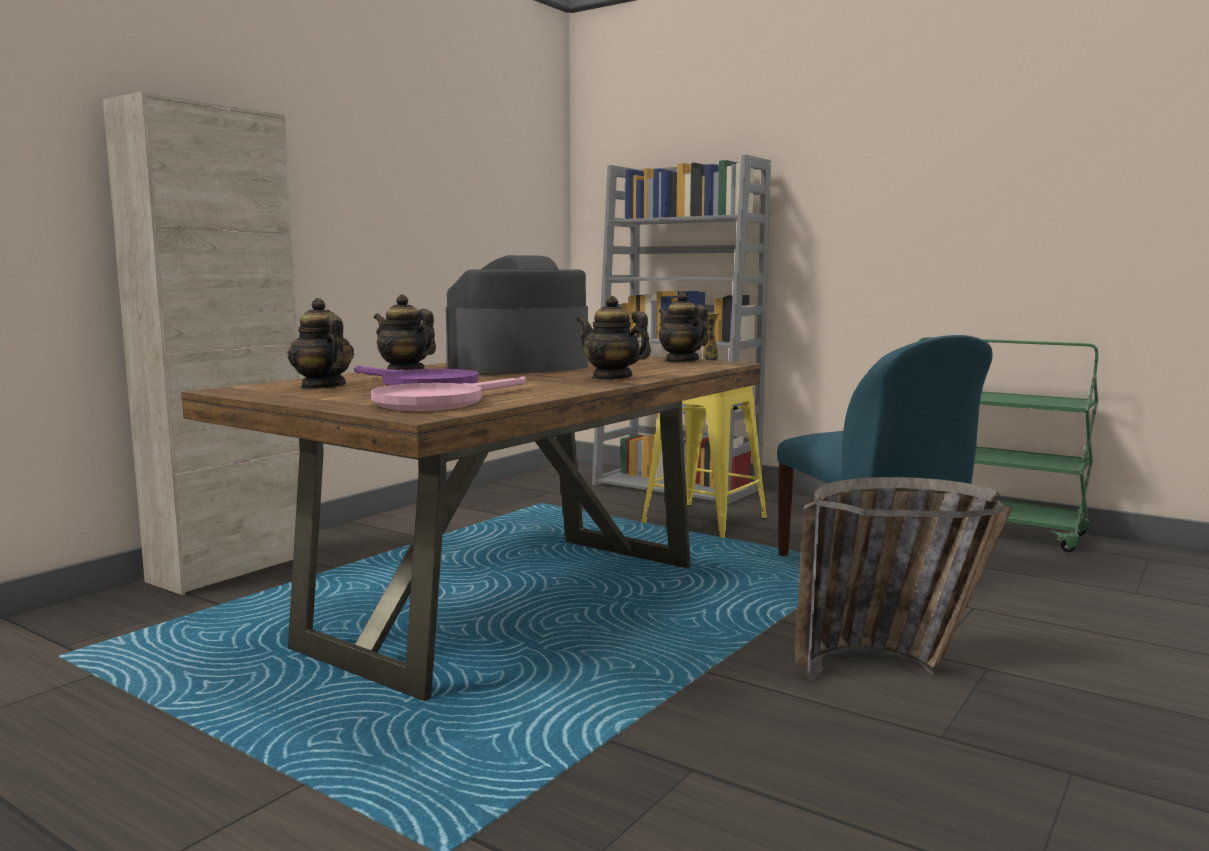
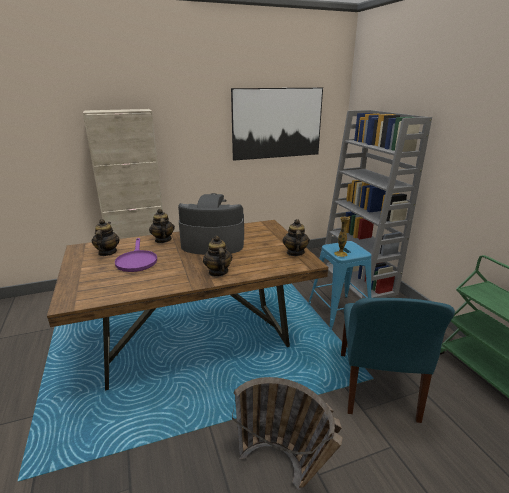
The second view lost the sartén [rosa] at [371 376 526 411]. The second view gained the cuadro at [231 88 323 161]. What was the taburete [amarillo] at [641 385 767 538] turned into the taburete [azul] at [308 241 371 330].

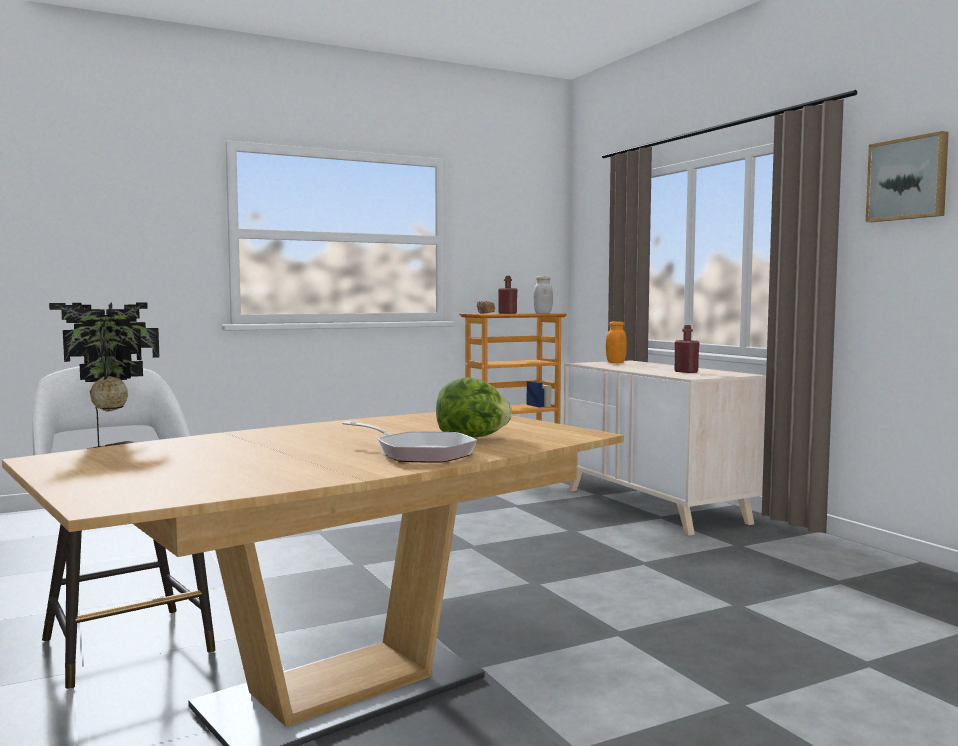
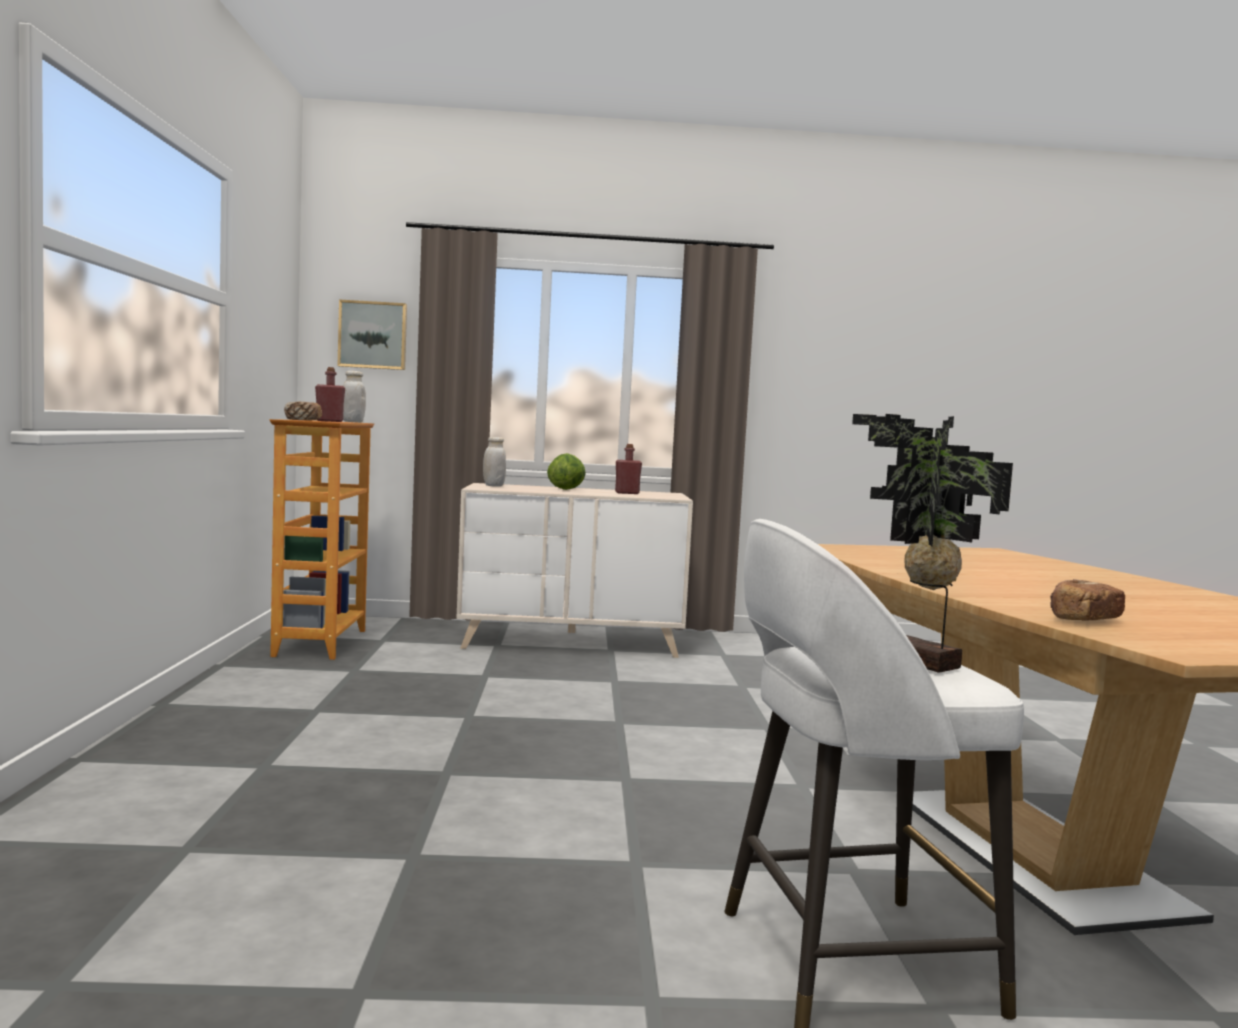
The second view lost the sartén at [342 421 477 463]. The second view gained the pan at [1050 579 1125 621]. The lechuga ended up elsewhere, having gone from [436 377 512 437] to [547 453 586 490]. The cuadro ended up elsewhere, having gone from [866 131 949 222] to [338 299 407 370]. What was the tarro [naranja] at [606 322 627 363] turned into the tarro [blanco] at [483 437 506 487].

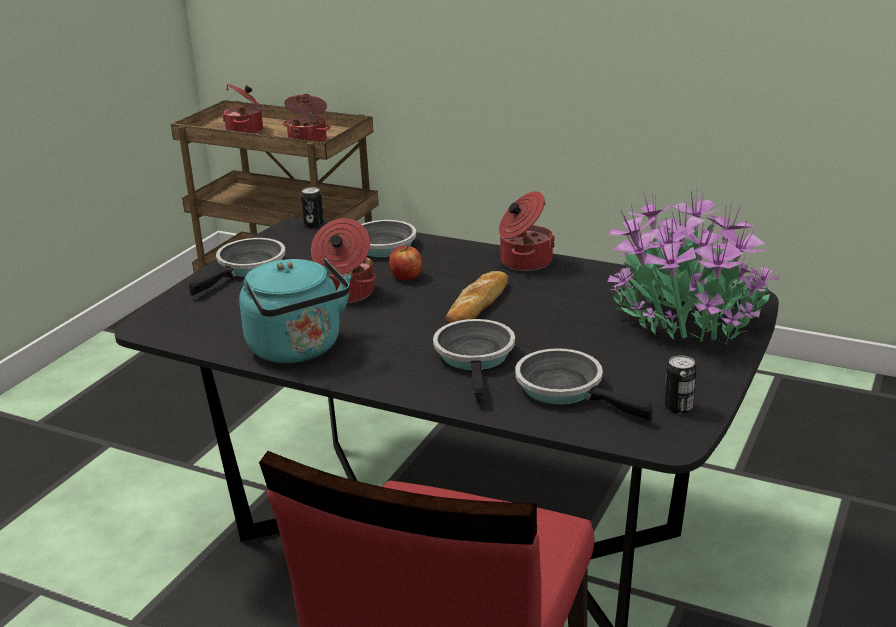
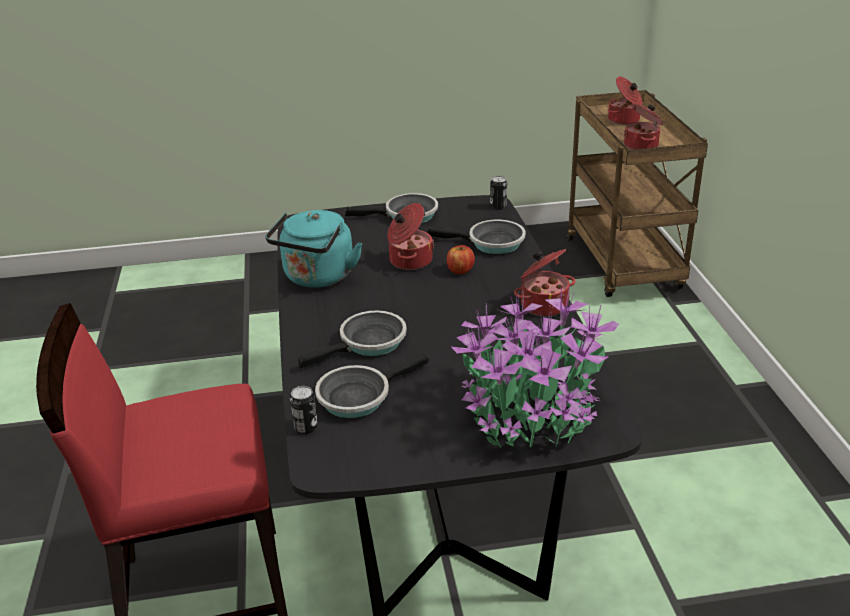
The second view lost the pan at [446 271 508 324]. The lata ended up elsewhere, having gone from [664 355 697 414] to [290 386 318 434]. The sartén at [515 348 653 421] ended up facing another way, 135 degrees counterclockwise from before.

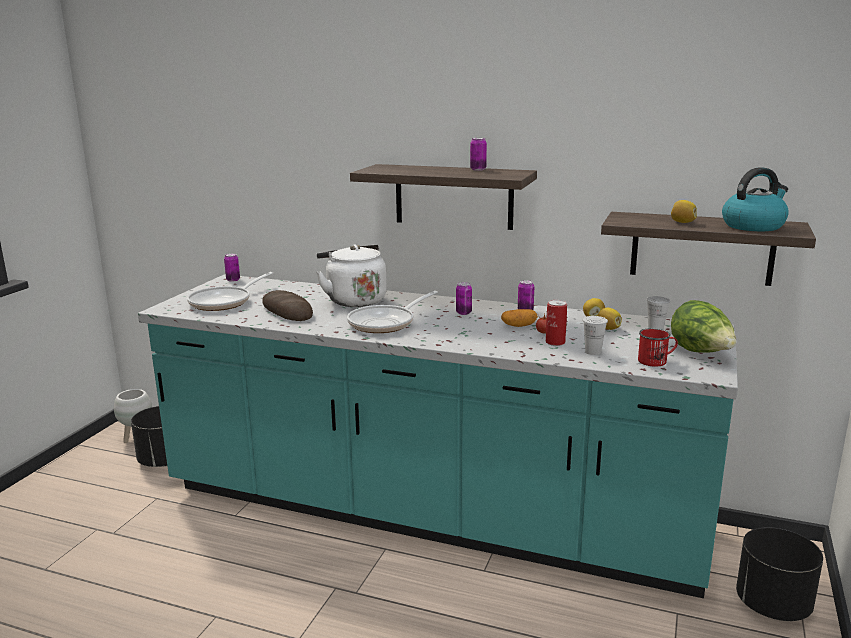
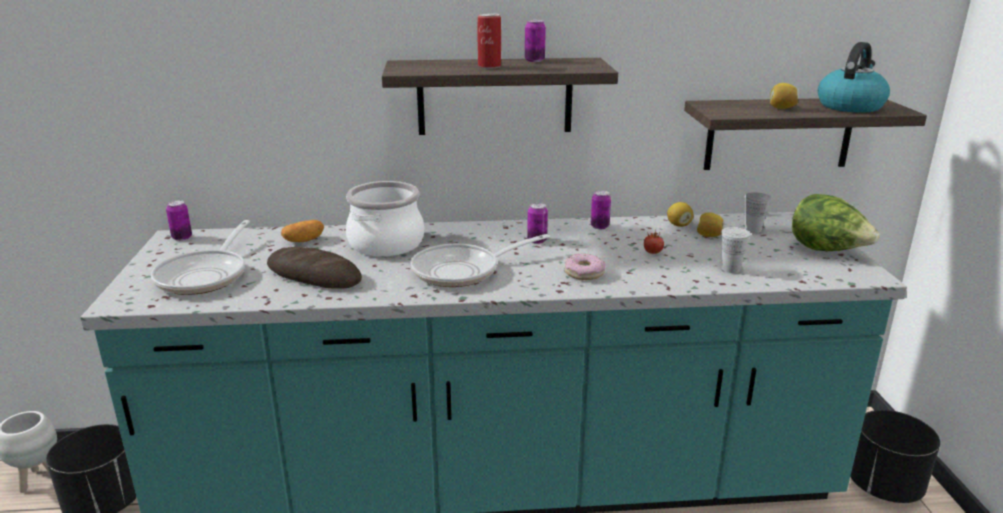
The second view lost the taza grande [rojo] at [638 328 678 367]. The second view gained the rosquilla at [565 254 606 280]. The patata ended up elsewhere, having gone from [501 309 538 327] to [281 220 324 242]. The lata ended up elsewhere, having gone from [546 300 567 346] to [478 13 501 68]. Where the hervidor [blanco] stood at [316 245 387 307], the olla came to stand at [346 181 424 256]. The sartén at [347 291 438 333] ended up facing another way, 45 degrees clockwise from before.

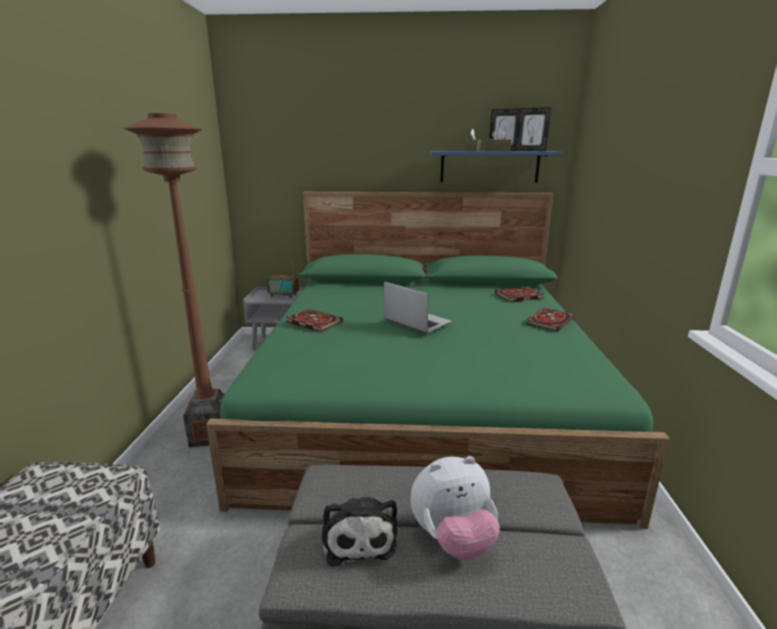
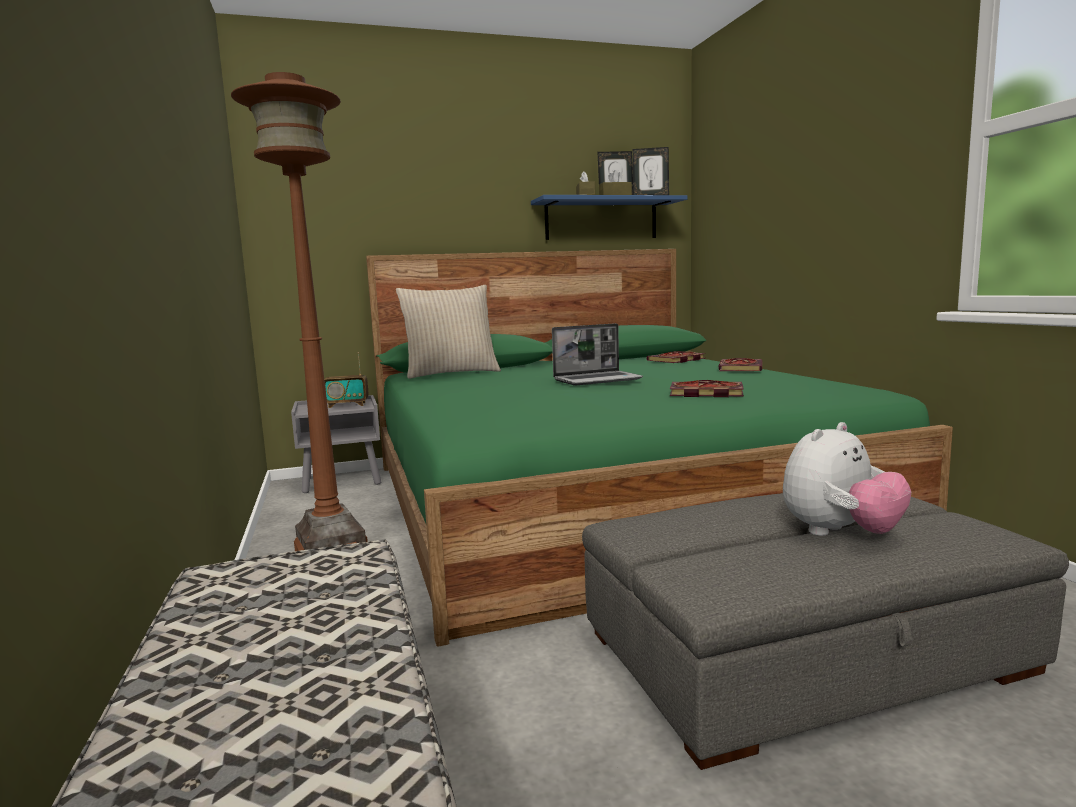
The second view lost the peluche at [322 497 397 567]. The second view gained the cojín [beis] at [396 285 501 379]. The libro ended up elsewhere, having gone from [286 309 343 332] to [670 380 744 397]. The portátil at [384 282 452 334] ended up facing another way, 135 degrees clockwise from before.

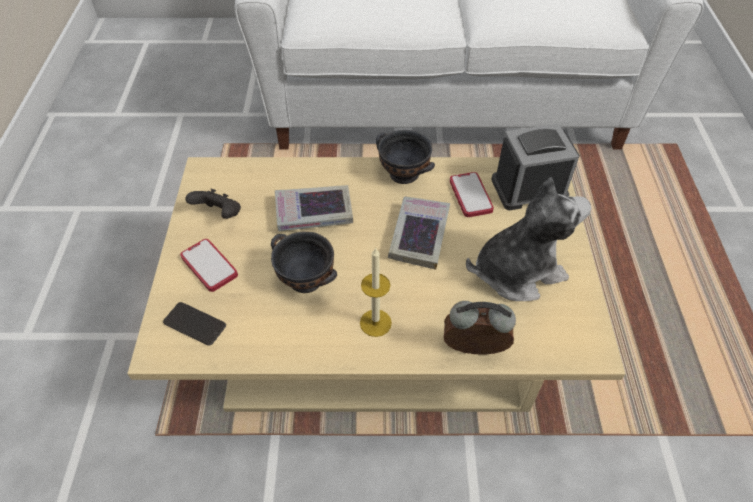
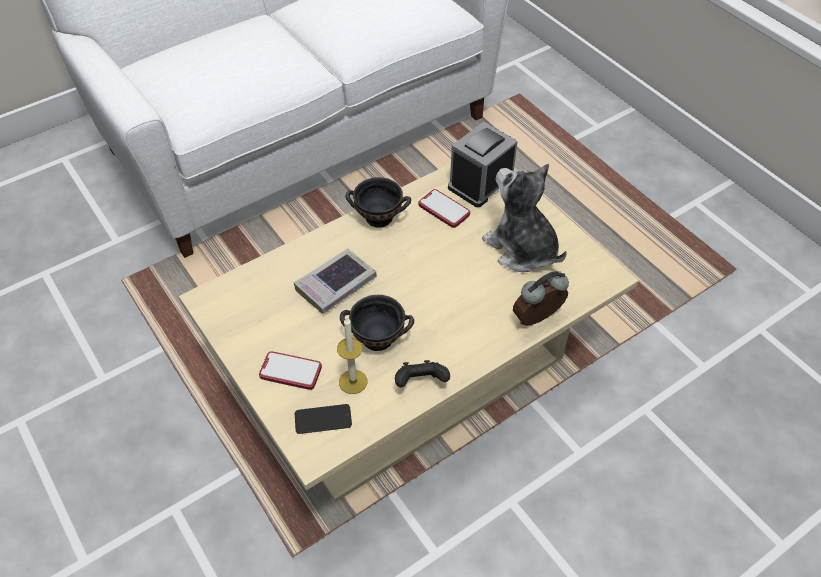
The second view lost the libro at [388 197 450 270]. The mando de consola [negro] ended up elsewhere, having gone from [185 189 241 219] to [395 360 450 388]. The vela ended up elsewhere, having gone from [360 248 392 337] to [337 318 367 394]. The peluche at [466 177 591 301] ended up facing another way, 75 degrees counterclockwise from before.

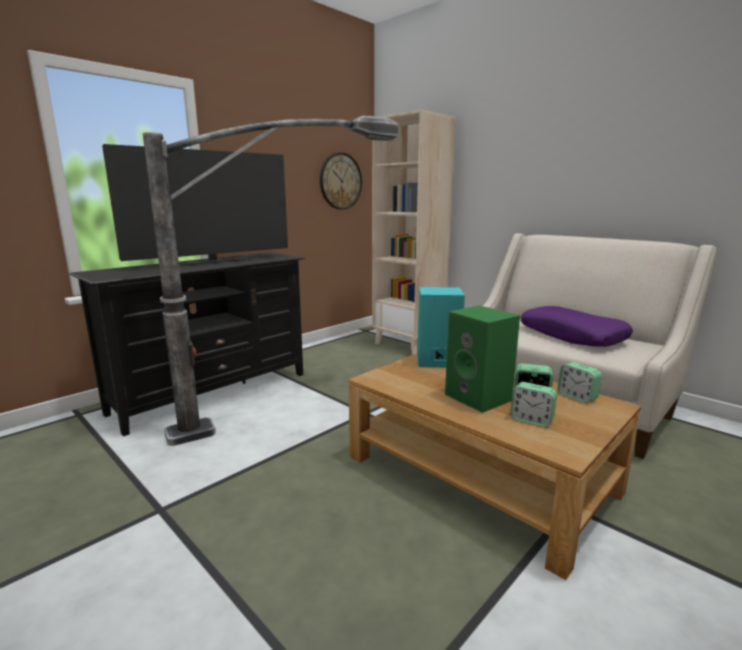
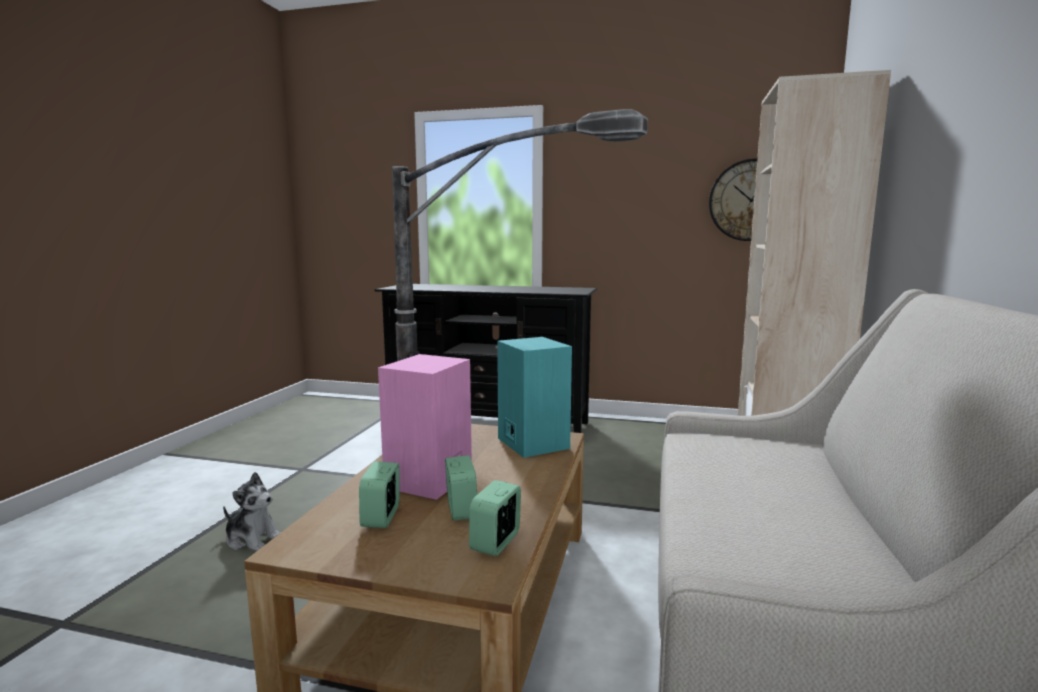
The second view lost the televisor at [102 144 288 266]. The second view lost the cojín [morado] at [520 306 633 347]. The second view gained the peluche at [223 472 281 551]. What was the altavoz [verde] at [445 305 520 413] turned into the altavoz [rosa] at [378 354 472 500].

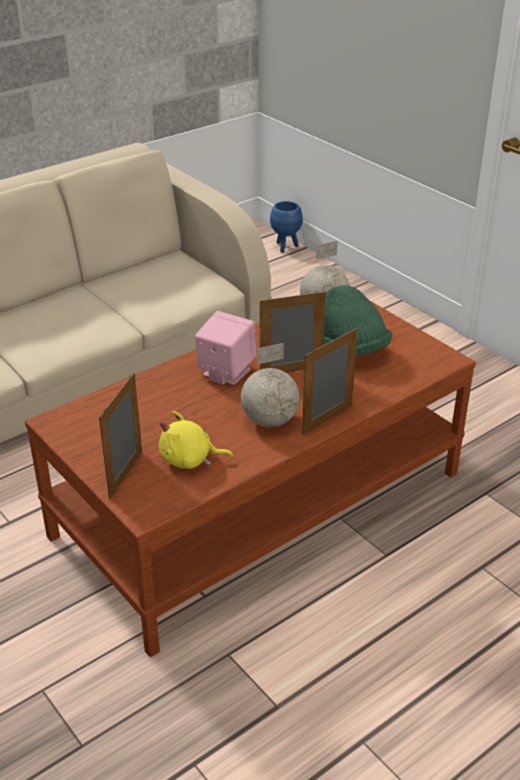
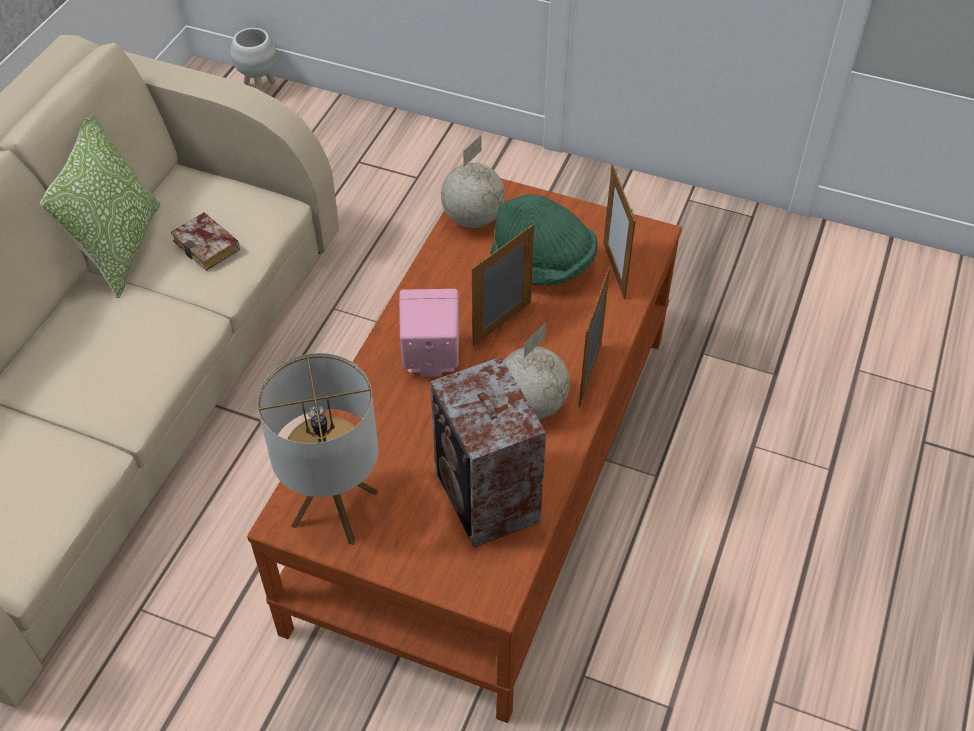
The second view gained the cojín at [40 115 161 298]. The second view gained the libro at [171 212 240 271]. The second view gained the lámpara de mesa at [257 353 378 545]. The portarretratos ended up elsewhere, having gone from [99 373 142 499] to [603 164 636 299]. Where the peluche [amarillo] stood at [159 411 233 469], the altavoz came to stand at [430 357 546 548]. What was the maceta [azul] at [270 201 303 253] turned into the maceta [blanco] at [231 28 277 92].

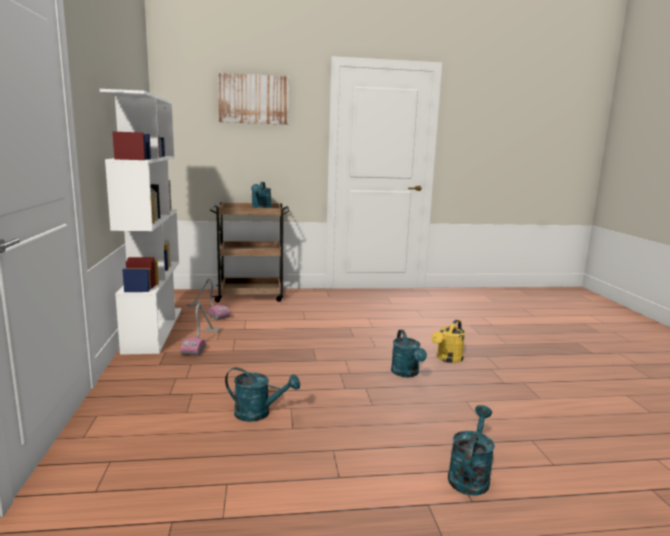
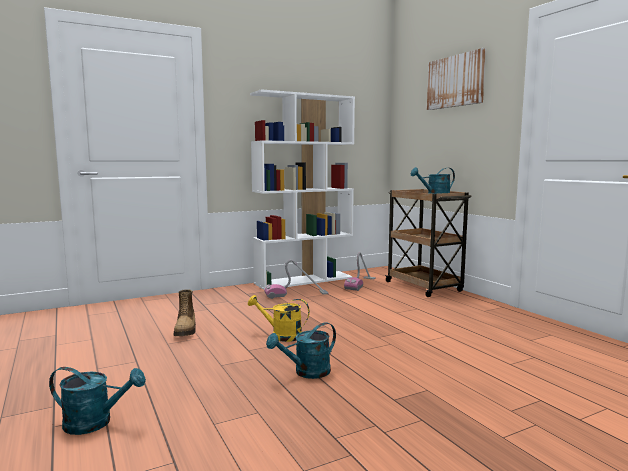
The regadera [amarillo] ended up elsewhere, having gone from [431 320 465 363] to [248 295 310 342]. Where the regadera [turquesa] stood at [225 367 300 422], the bota came to stand at [173 289 196 336].

